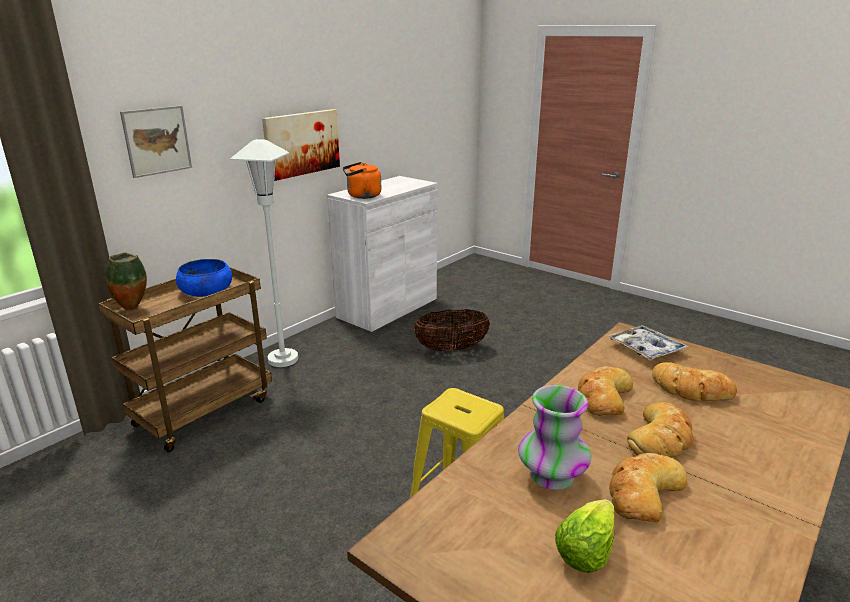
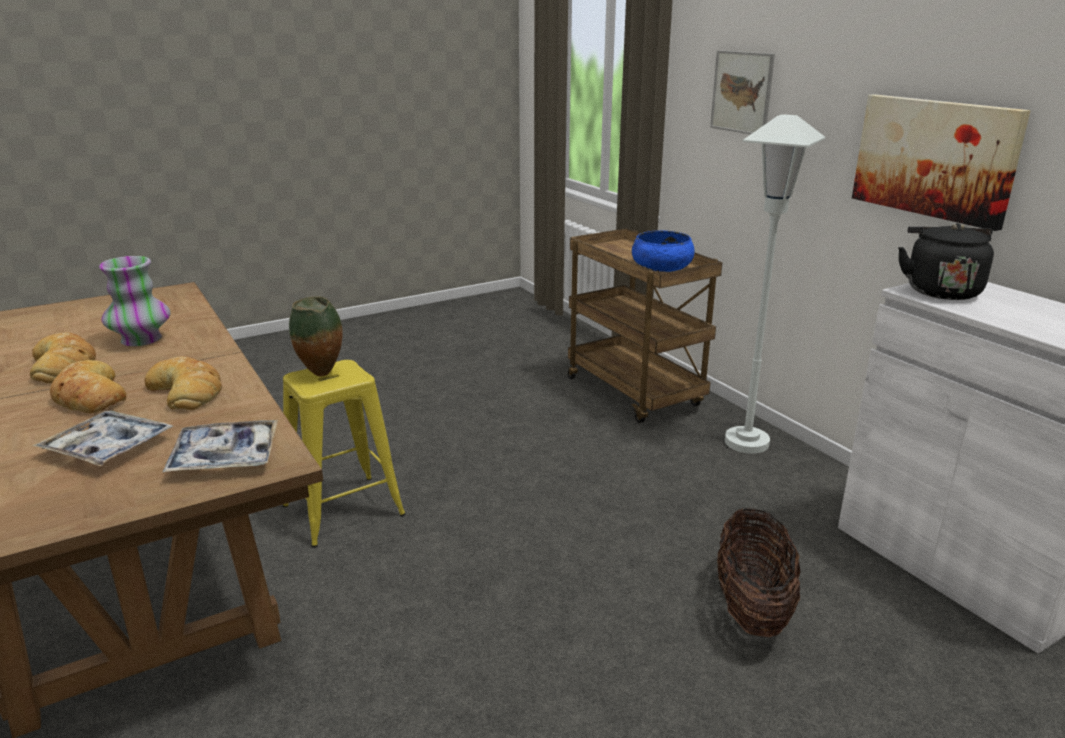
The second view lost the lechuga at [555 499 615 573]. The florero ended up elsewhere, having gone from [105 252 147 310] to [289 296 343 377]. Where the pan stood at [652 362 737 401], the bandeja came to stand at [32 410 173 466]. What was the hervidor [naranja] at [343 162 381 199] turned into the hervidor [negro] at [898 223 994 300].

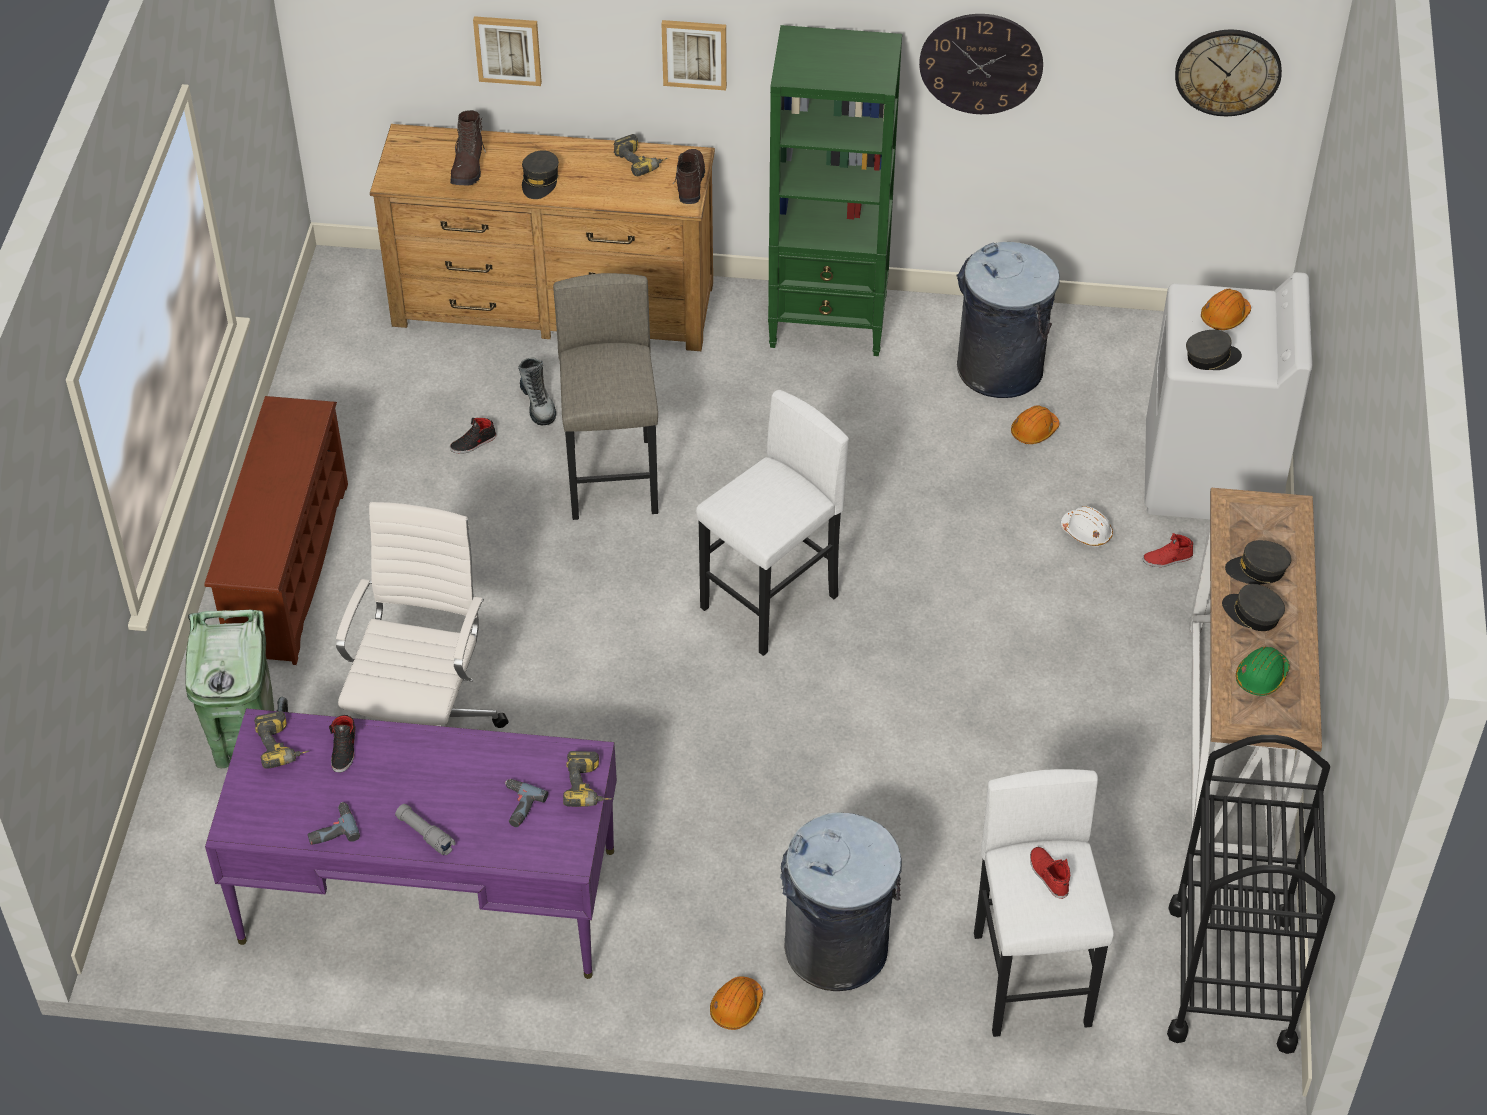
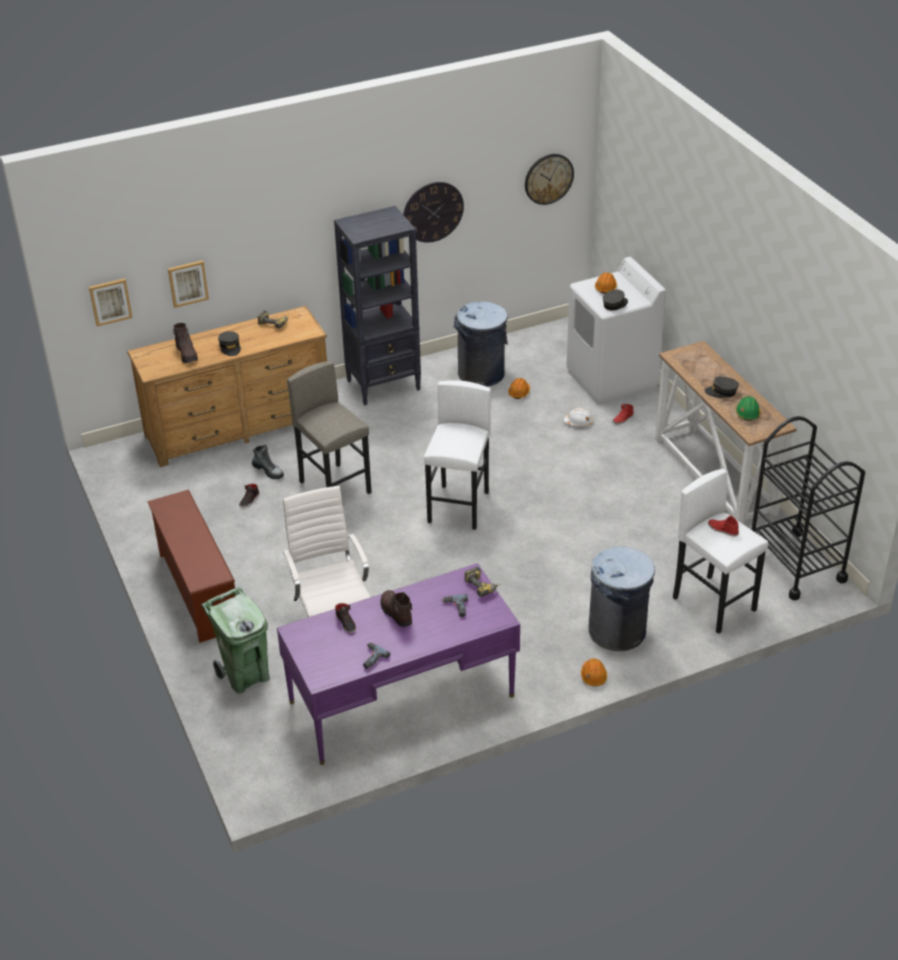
The second view lost the taladro at [254 711 309 769]. The second view lost the linterna [gris] at [395 804 456 855]. The second view lost the gorra [gris] at [1225 540 1291 585]. The cuadro ended up elsewhere, having gone from [662 20 727 90] to [89 278 133 327]. The bota [marrón] ended up elsewhere, having gone from [673 149 705 204] to [380 590 412 627]. What was the estantería [verde] at [768 25 902 356] turned into the estantería [negro] at [334 206 421 406].

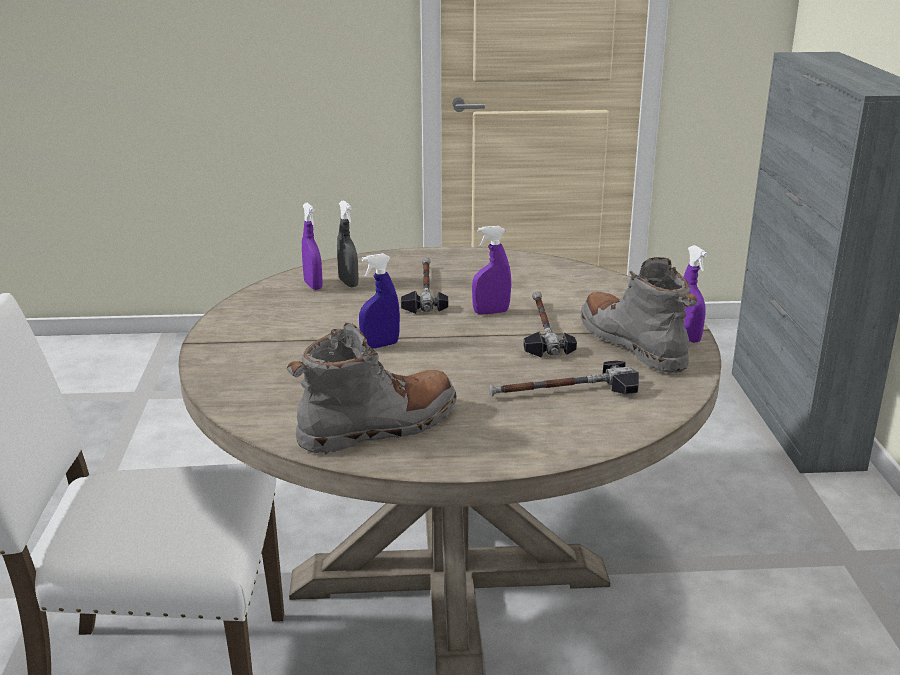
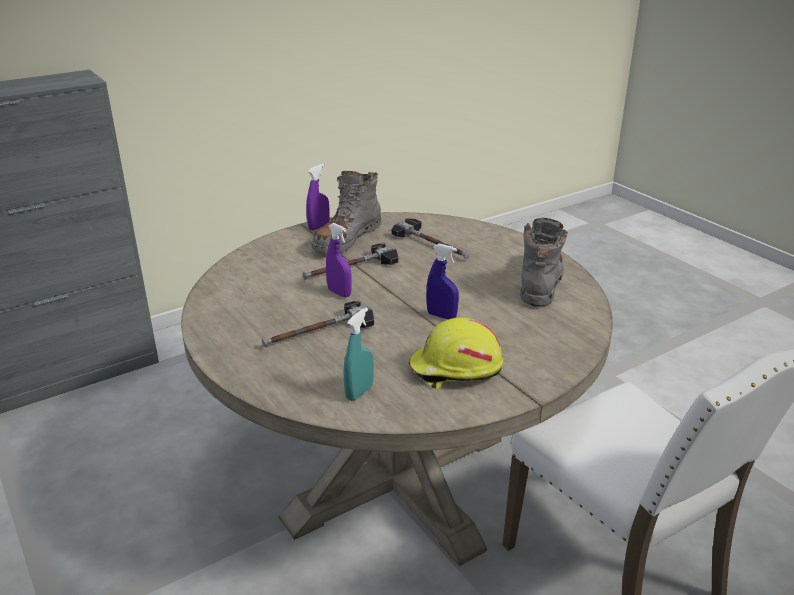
The second view lost the pulverizador [gris] at [337 201 359 287]. The second view gained the casco [amarillo] at [408 318 503 389]. What was the pulverizador [morado] at [302 203 323 290] turned into the pulverizador [turquesa] at [343 308 374 401]. The bota [gris] at [287 323 457 455] ended up facing another way, 75 degrees clockwise from before.

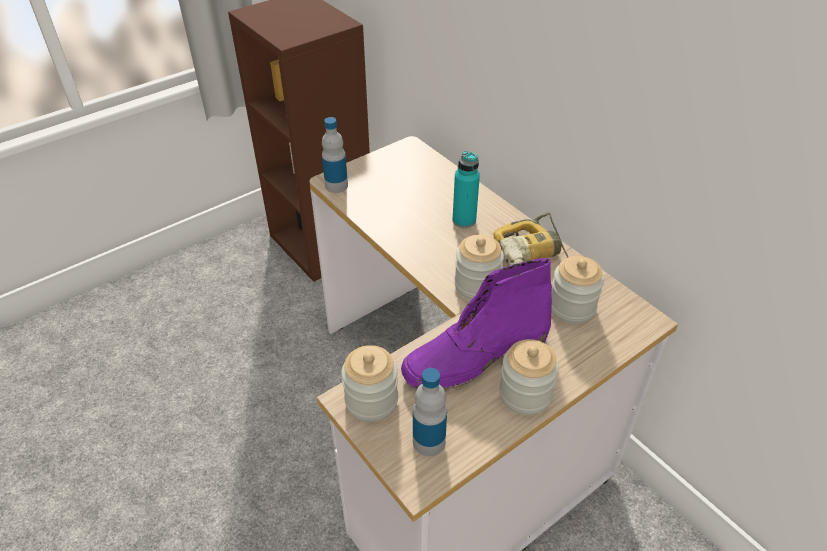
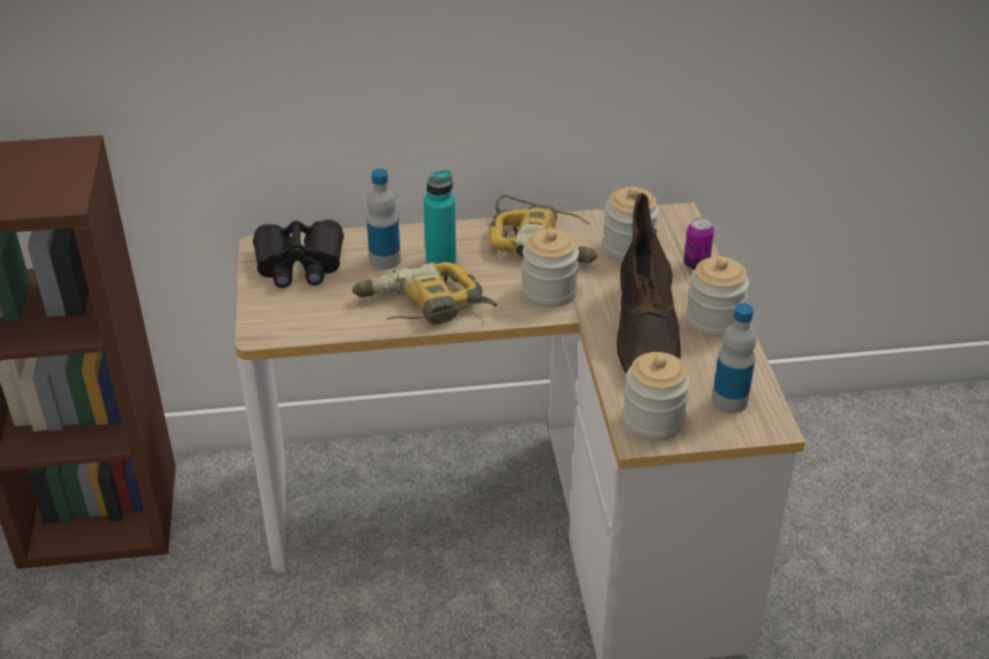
The second view gained the prismáticos [negro] at [253 220 344 288]. The second view gained the taladro at [352 262 497 326]. The second view gained the lata at [684 218 714 270]. The botella ended up elsewhere, having gone from [322 117 348 193] to [367 169 401 270]. What was the bota [morado] at [401 258 552 389] turned into the bota [marrón] at [617 193 682 374].

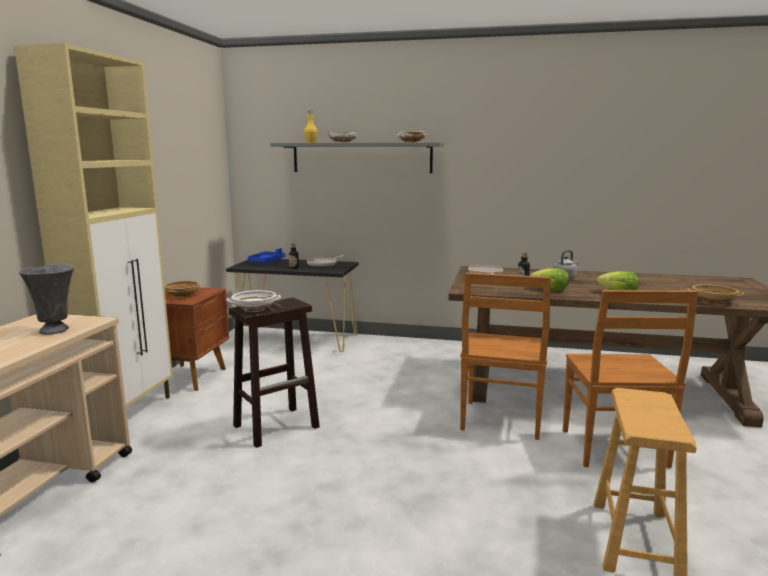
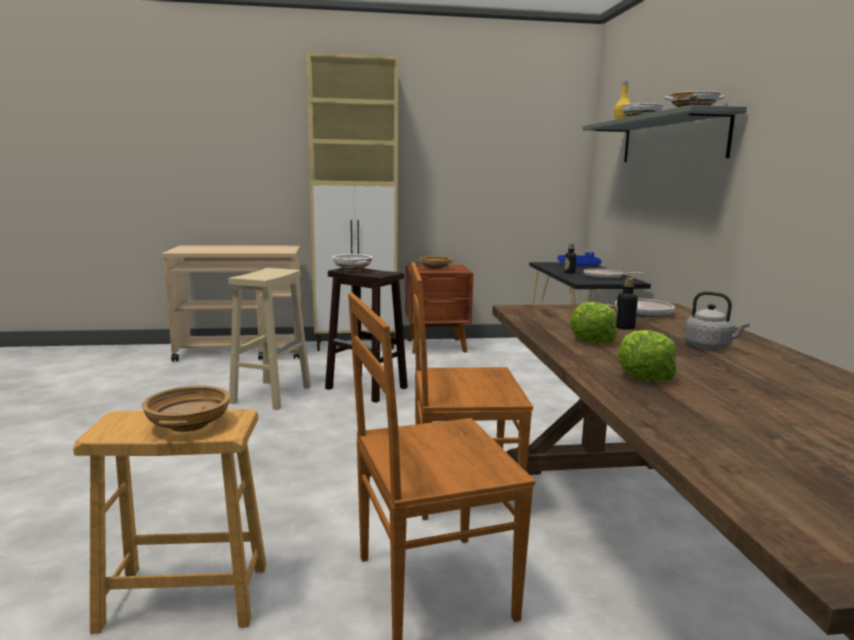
The second view lost the florero [gris] at [19 264 74 335]. The second view gained the taburete [beis] at [229 268 311 410]. The cuenco [beis] ended up elsewhere, having gone from [687 284 744 305] to [142 385 230 432].

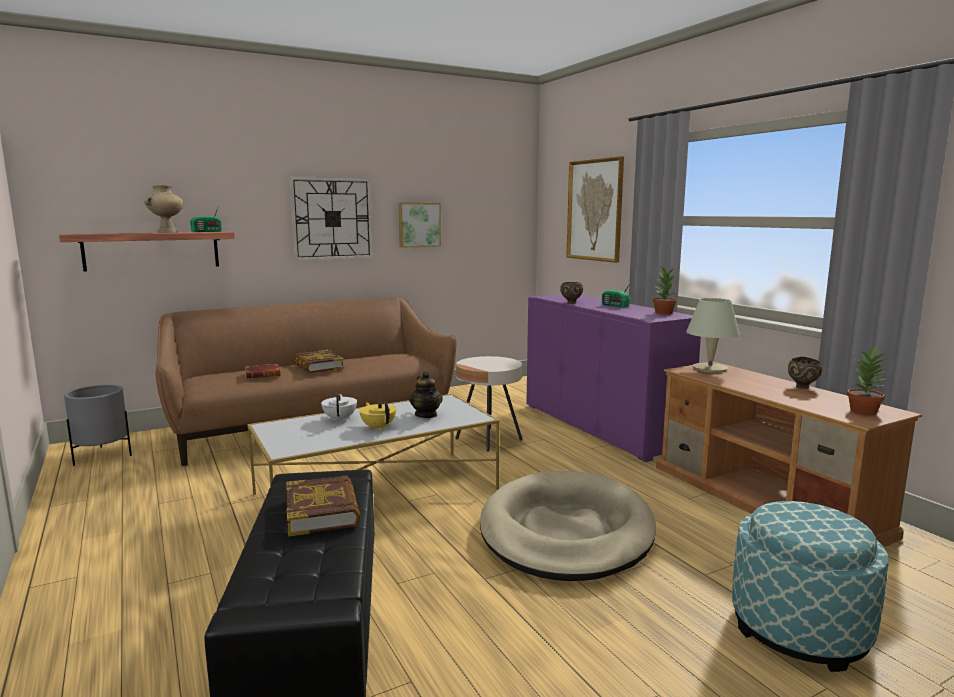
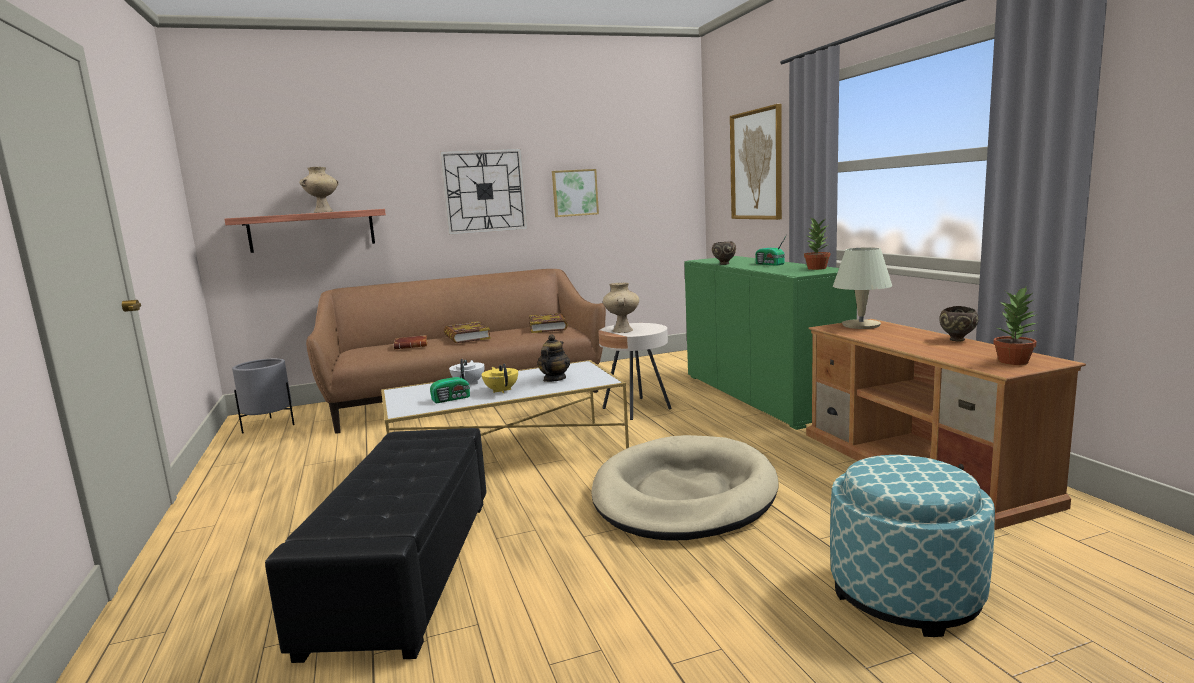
The second view gained the florero [beis] at [603 283 639 333]. The radio ended up elsewhere, having gone from [190 205 222 232] to [430 359 470 403]. The libro ended up elsewhere, having gone from [286 476 360 537] to [529 313 568 333]. What was the armario [morado] at [526 294 701 462] turned into the armario [verde] at [684 256 857 430]. The tetera at [409 371 443 418] ended up facing another way, 150 degrees counterclockwise from before.

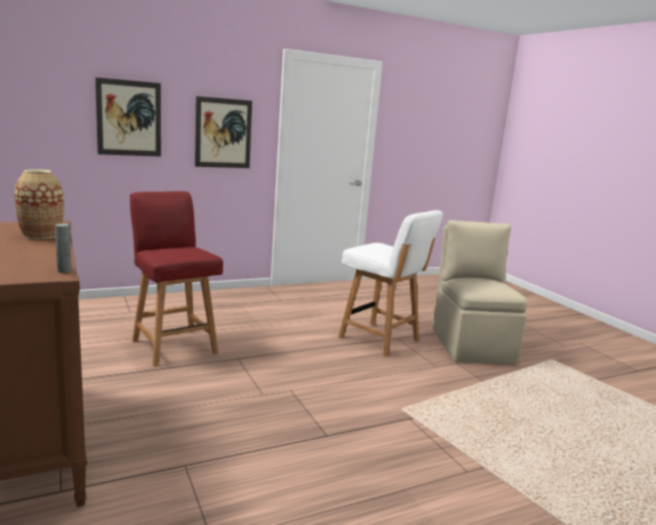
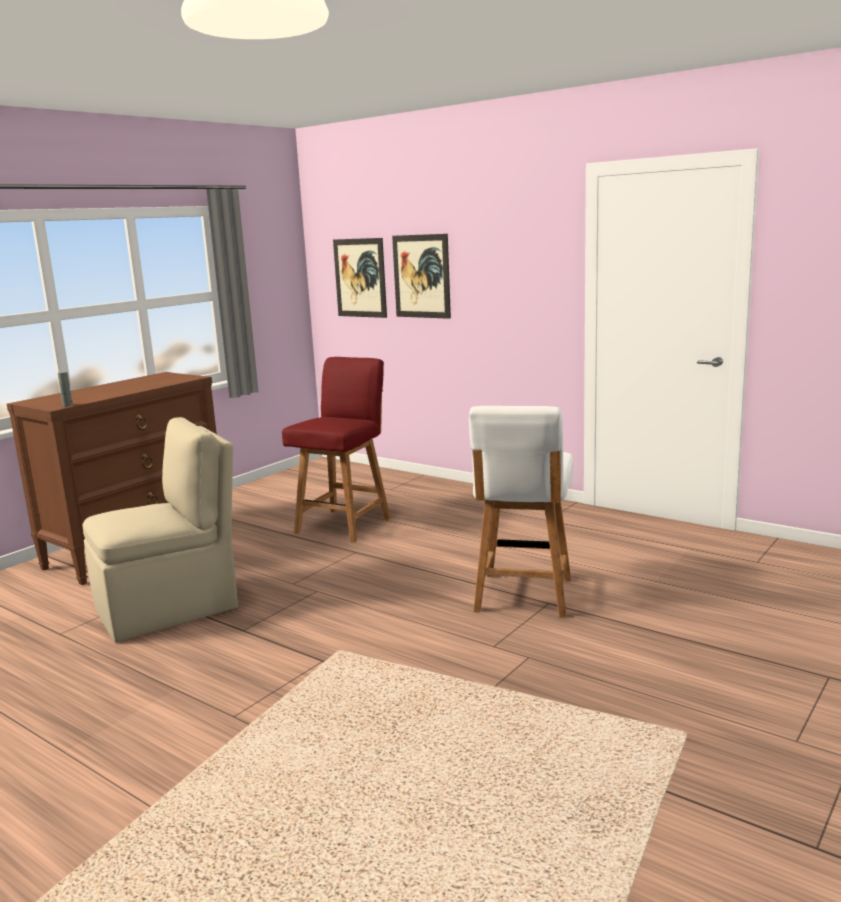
The second view lost the florero at [14 169 64 239]. The cuadro ended up elsewhere, having gone from [195 96 252 168] to [333 238 387 318]. The silla [beis] ended up elsewhere, having gone from [433 220 528 364] to [82 417 238 643].

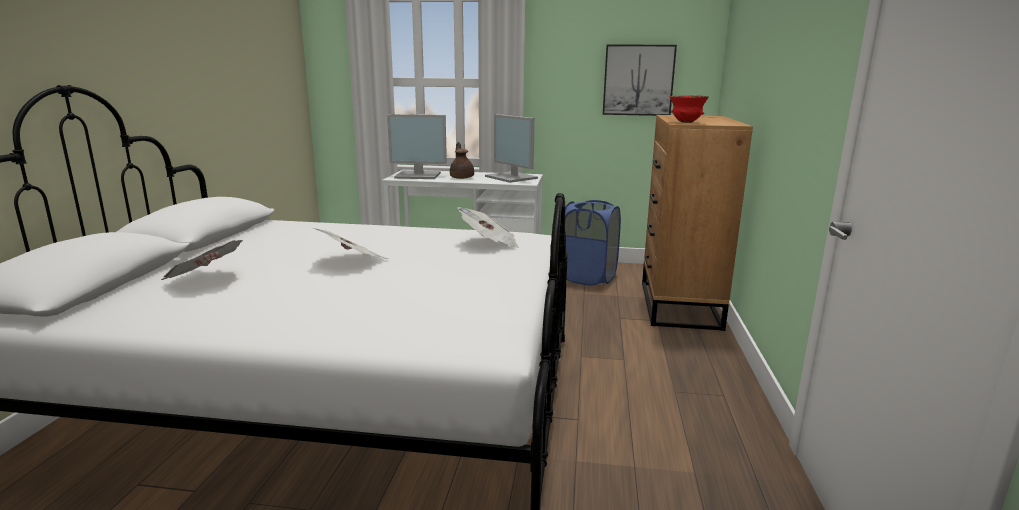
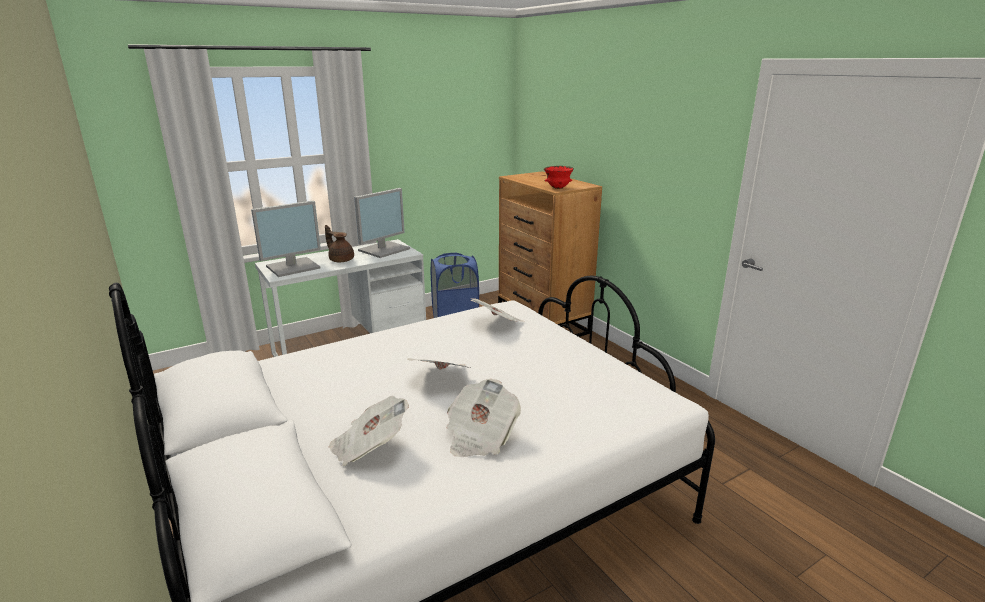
The second view lost the cuadro at [603 44 677 116]. The second view gained the periódico at [446 379 521 457]. The monitor at [485 114 538 183] ended up facing another way, 60 degrees counterclockwise from before.

